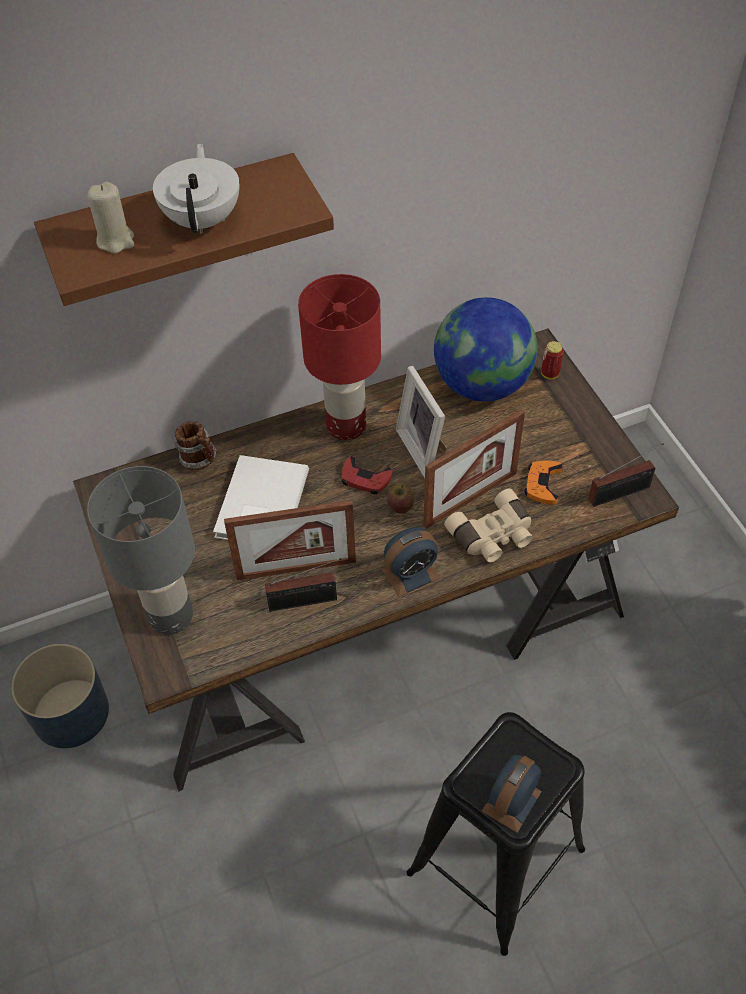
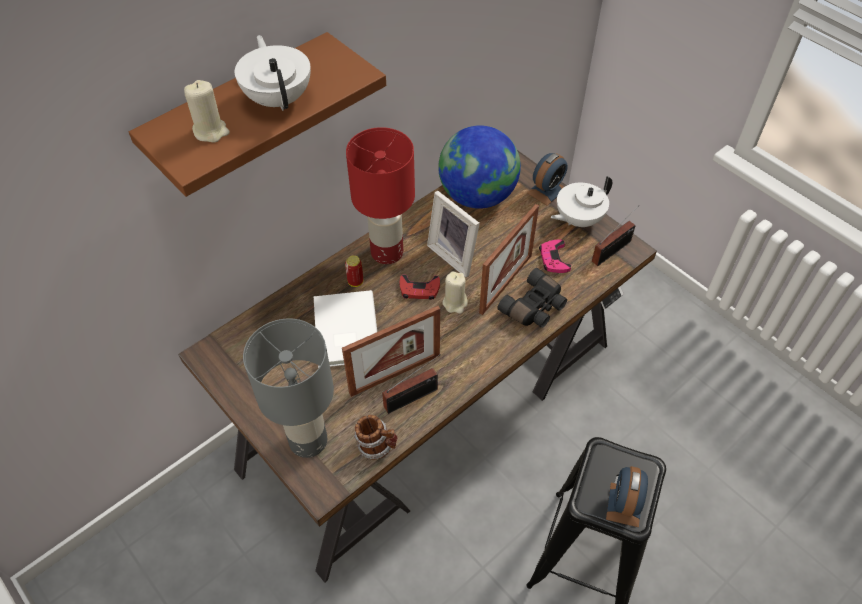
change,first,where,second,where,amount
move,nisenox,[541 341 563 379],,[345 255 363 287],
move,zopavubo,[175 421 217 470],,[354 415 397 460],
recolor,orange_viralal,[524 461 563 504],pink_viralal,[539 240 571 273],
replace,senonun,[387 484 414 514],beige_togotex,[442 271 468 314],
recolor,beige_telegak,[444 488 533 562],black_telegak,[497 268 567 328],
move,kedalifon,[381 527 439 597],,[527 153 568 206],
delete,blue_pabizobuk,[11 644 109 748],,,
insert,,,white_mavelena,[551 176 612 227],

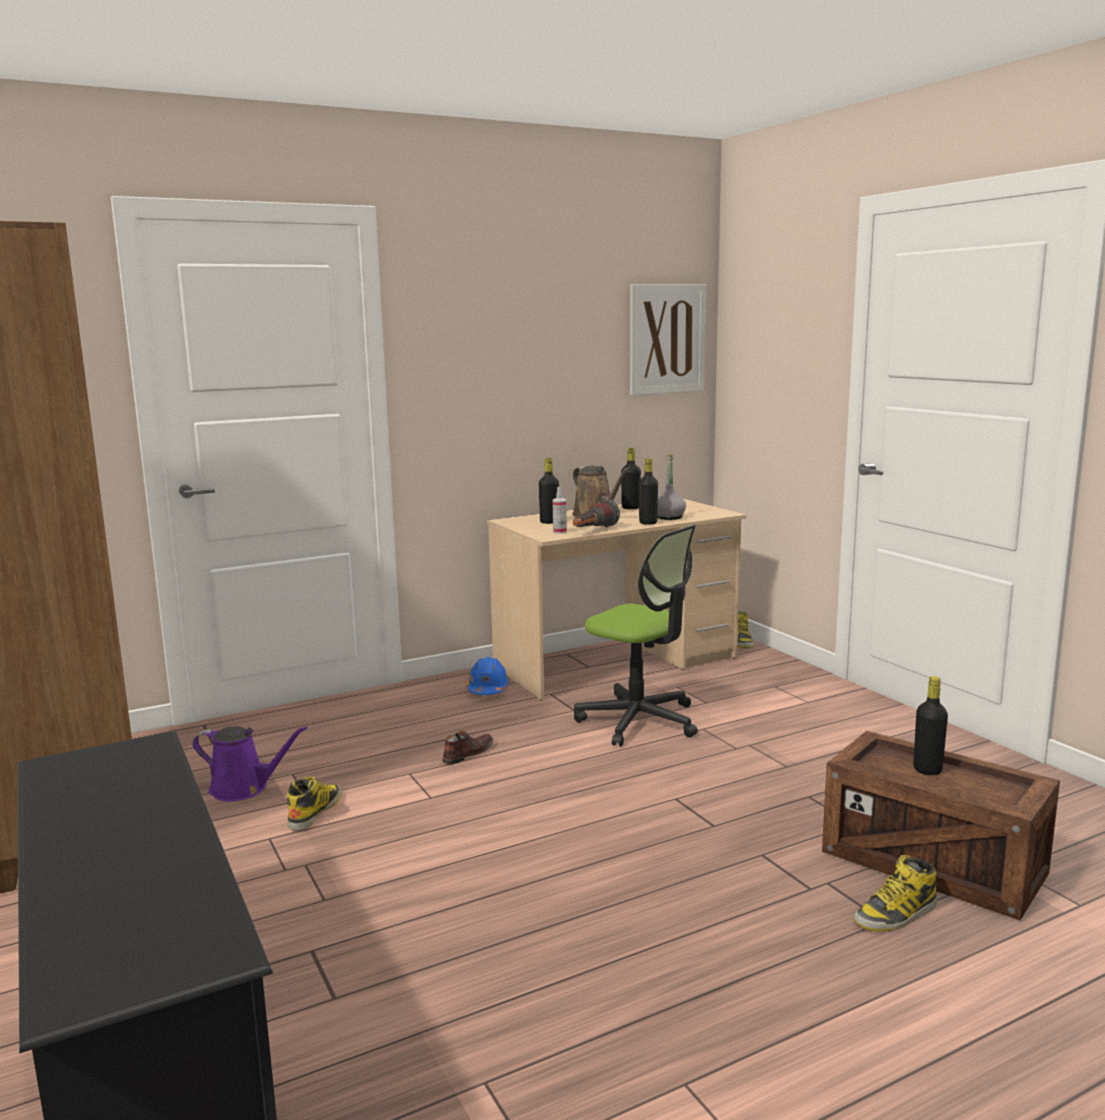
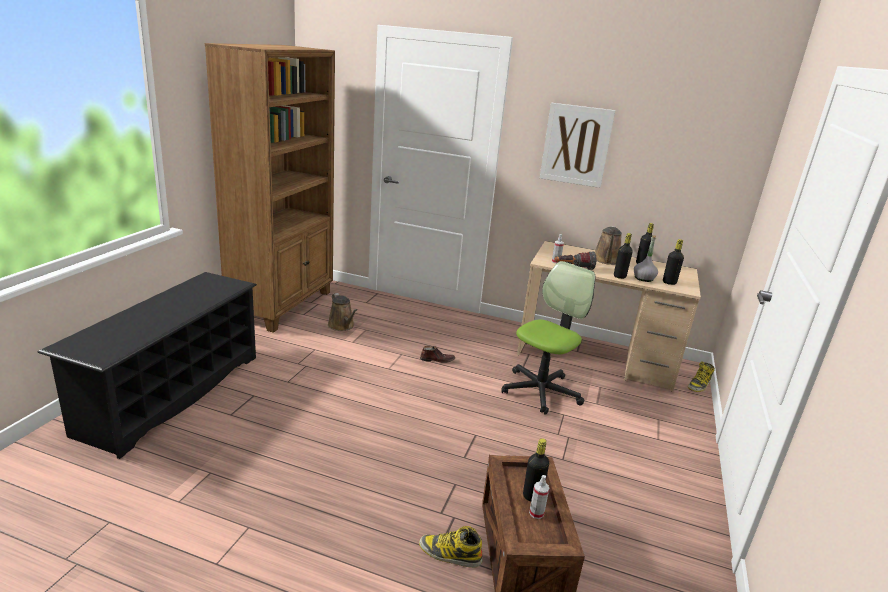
change,first,where,second,where,amount
move,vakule,[630 284 706 395],,[540 103 615 188],
move,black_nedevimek,[539 458 559 524],,[663 239 684 285],
rotate,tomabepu,[574 525 698 747],,[501 261 595 415],135 degrees counterclockwise
delete,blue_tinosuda,[466 657 509 695],,,
recolor,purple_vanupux,[192 726 307 801],brown_vanupux,[328 293 358 331],
delete,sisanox,[287 777 342 831],,,
insert,,,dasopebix,[529 475 549 519],

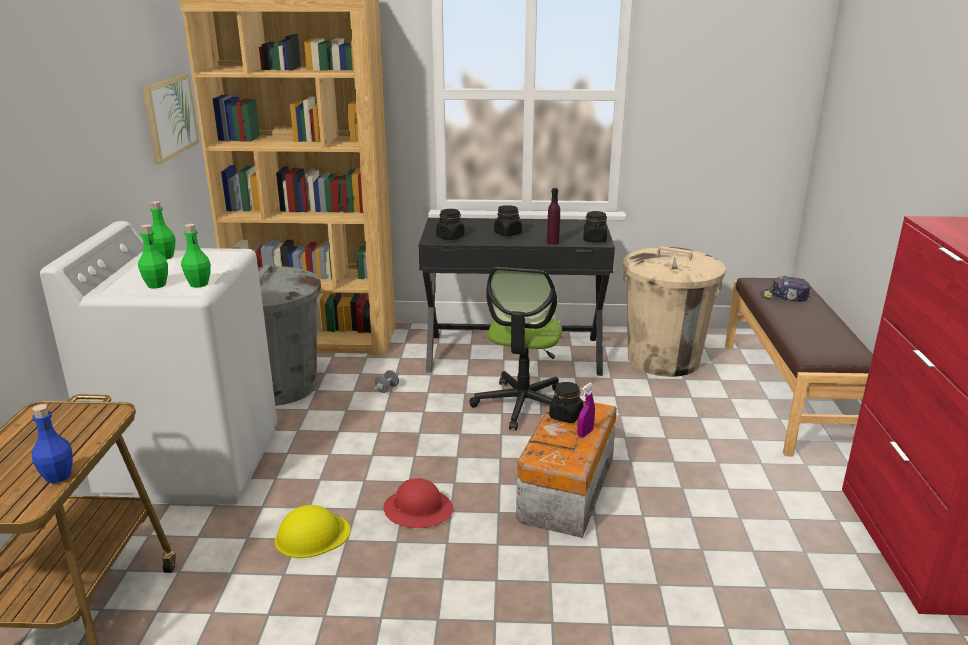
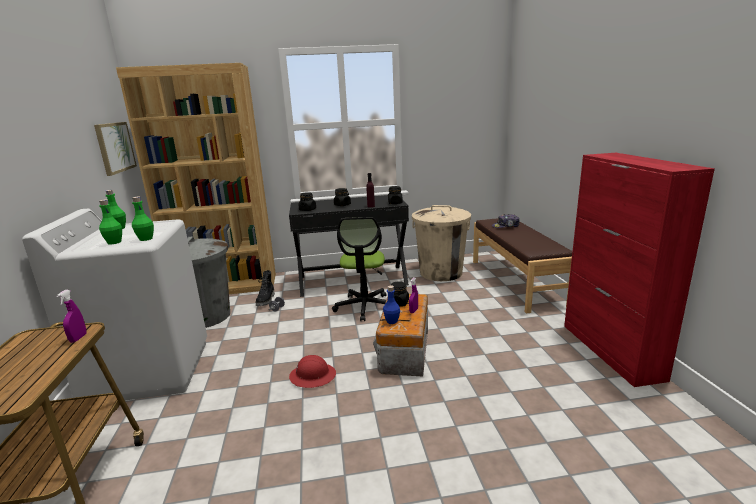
change,first,where,second,where,amount
move,blue_nedevimek,[32 404 73 483],,[383 286 400 324],
delete,yellow_tinosuda,[275 505 350 558],,,
insert,,,black_sisanox,[256 270 275 306],
insert,,,purple_dasopebix,[56 290 87 343],

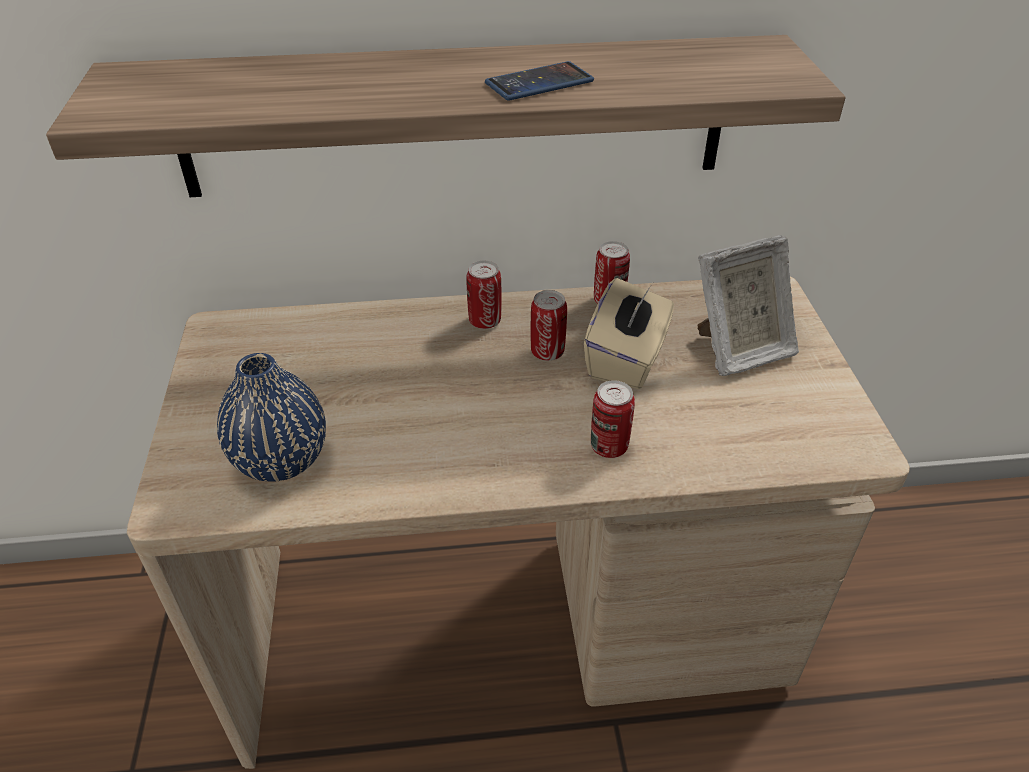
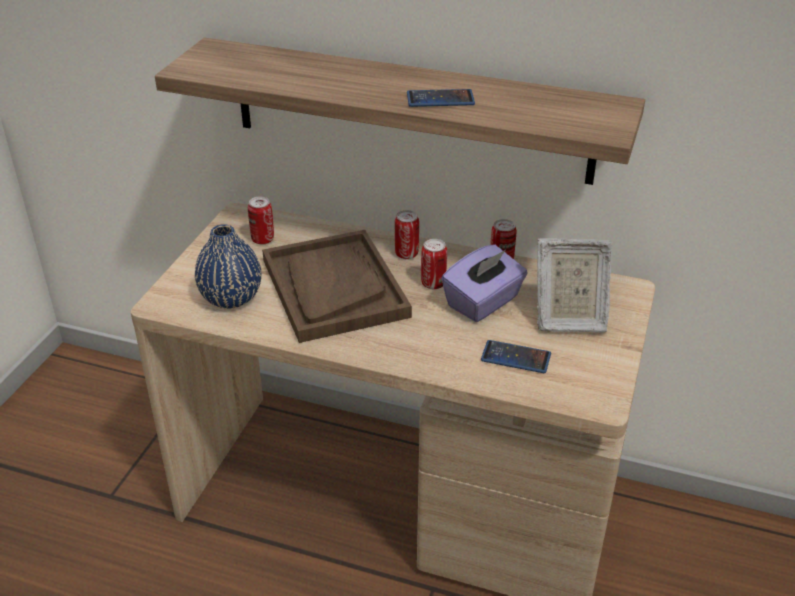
change,first,where,second,where,amount
recolor,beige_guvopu,[584 278 674 389],purple_guvopu,[442 244 528 322],
move,nisenox,[591 380 635 458],,[248 196 274 245],
insert,,,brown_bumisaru,[262 230 412 343],
insert,,,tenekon,[481 340 551 373],

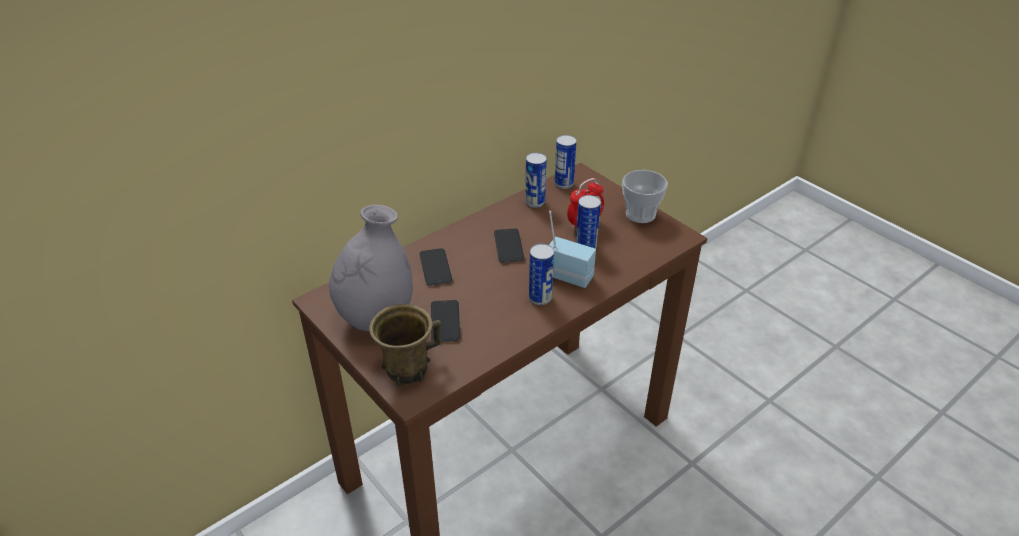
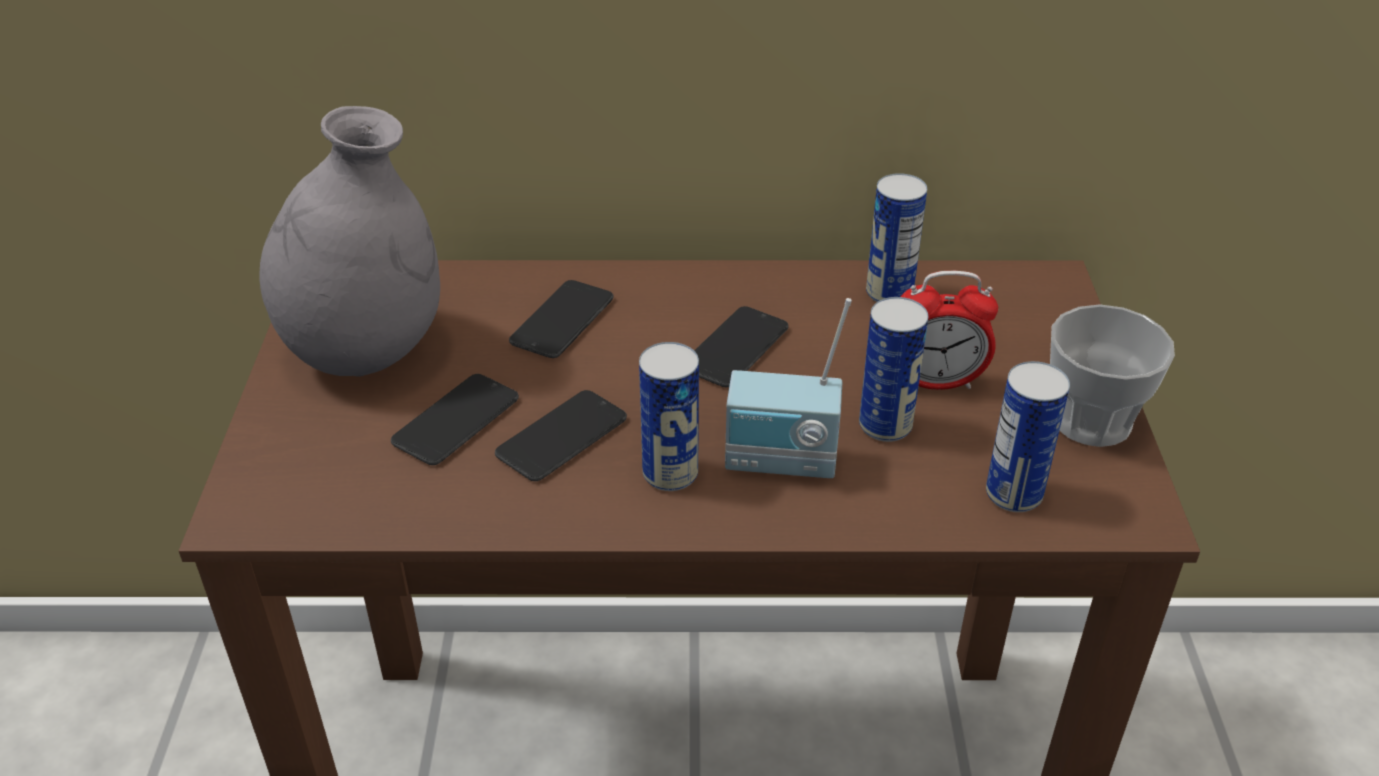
change,first,where,second,where,amount
move,nisenox,[555 135 576 189],,[986 361 1070 512],
rotate,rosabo,[549 211 596 288],,[725 298 852 478],120 degrees clockwise
delete,brown_zopavubo,[369 304 441 387],,,
insert,,,tenekon,[495 390 627 481],

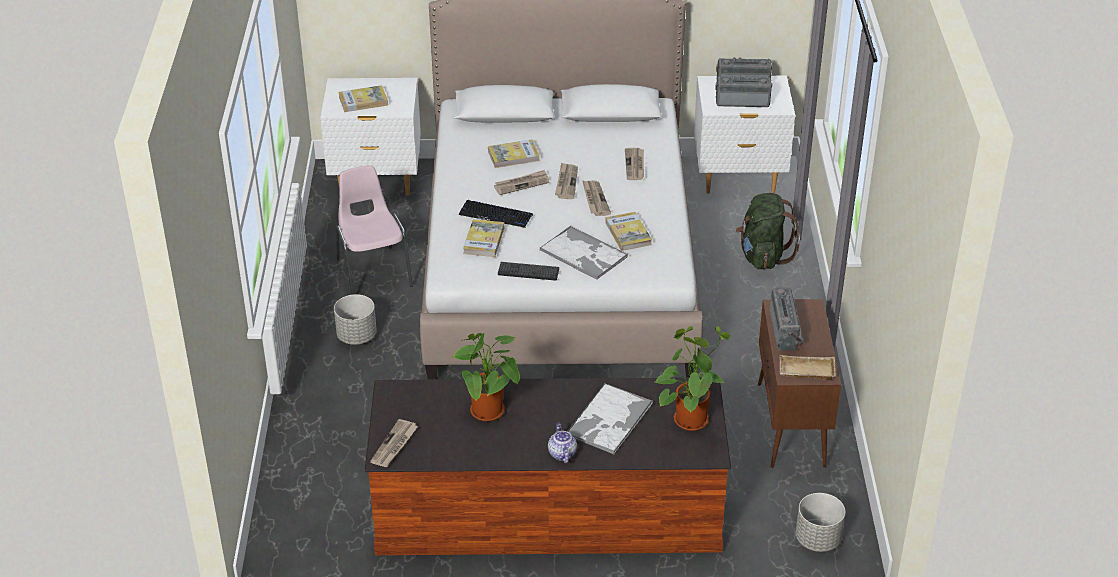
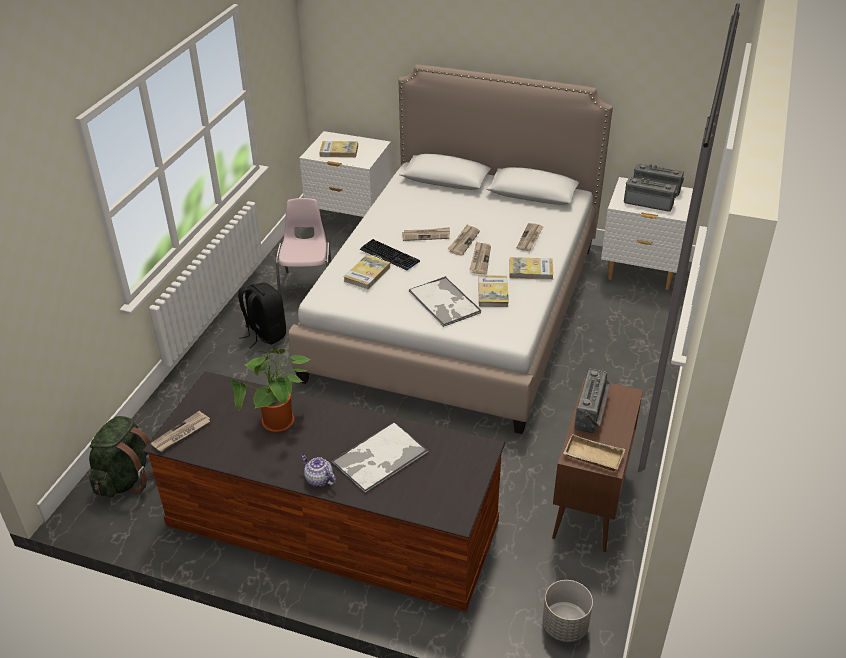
change,first,where,second,where,amount
move,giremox,[488 139 540 168],,[509 257 554 280],
move,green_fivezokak,[736 193 800 270],,[89 416 154 497],
delete,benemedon,[498 262 559 281],,,
replace,grey_pabizobuk,[334 294 377 345],black_fivezokak,[238 282 286 348],
delete,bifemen,[655 326 731 431],,,
rotate,mavelena,[548 423 577 463],,[300 454 336 487],60 degrees counterclockwise

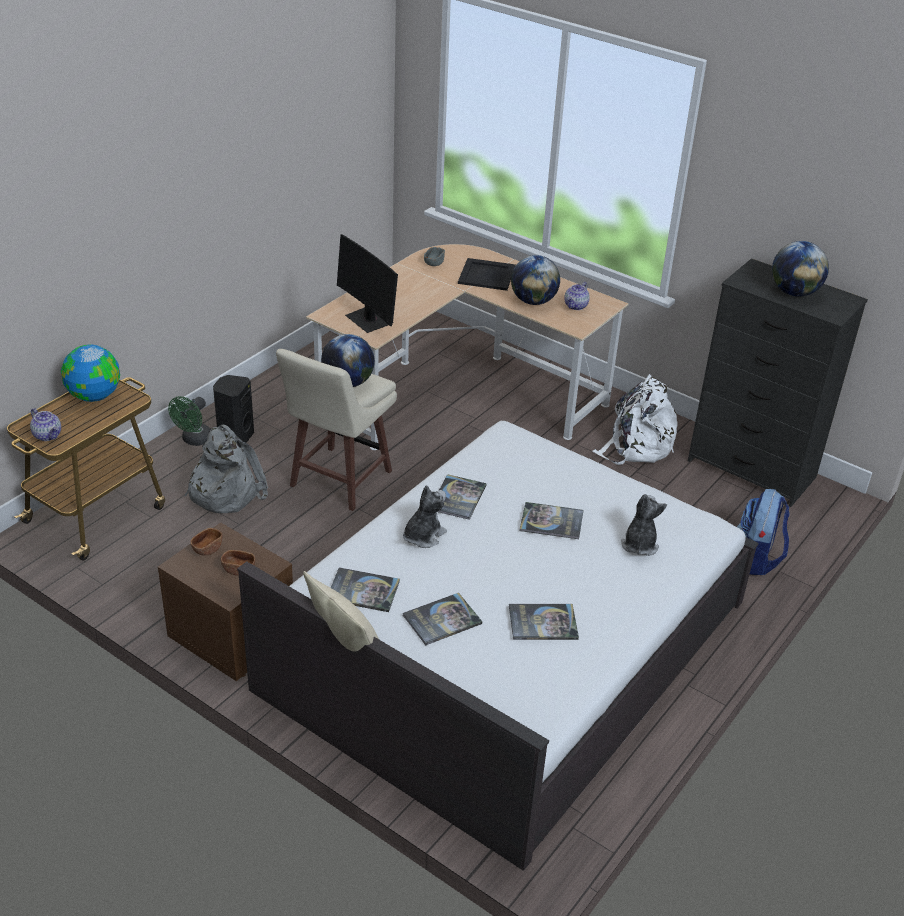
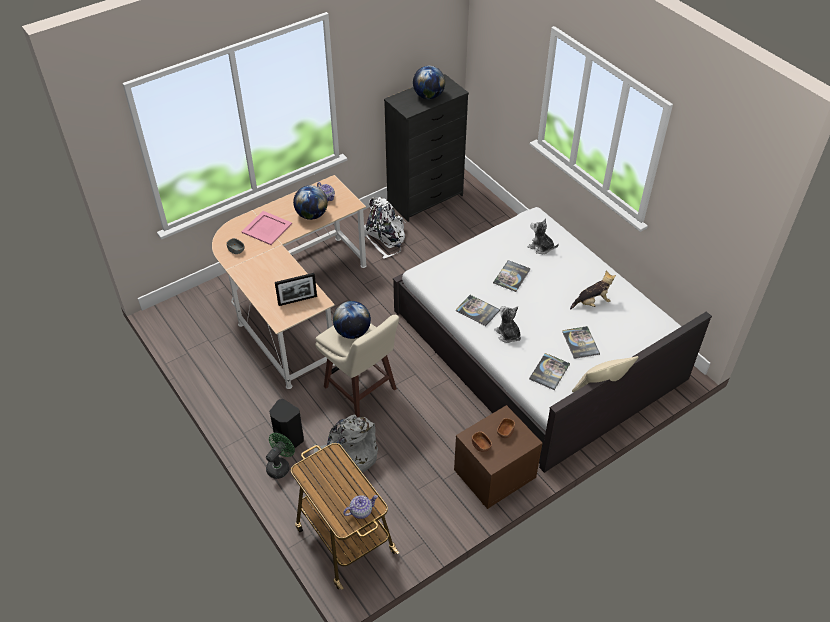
change,first,where,second,where,amount
replace,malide,[337 234 398 333],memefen,[275 273 317 306],
recolor,black_bumisaru,[458 258 516 291],pink_bumisaru,[241 211 292 245],
delete,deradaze,[61 345 120 402],,,
rotate,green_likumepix,[168 396 211 446],,[266 433 295 479],105 degrees counterclockwise
delete,fivezokak,[737 489 790 575],,,
replace,giremox,[509 604 579 640],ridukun,[570 270 616 309],

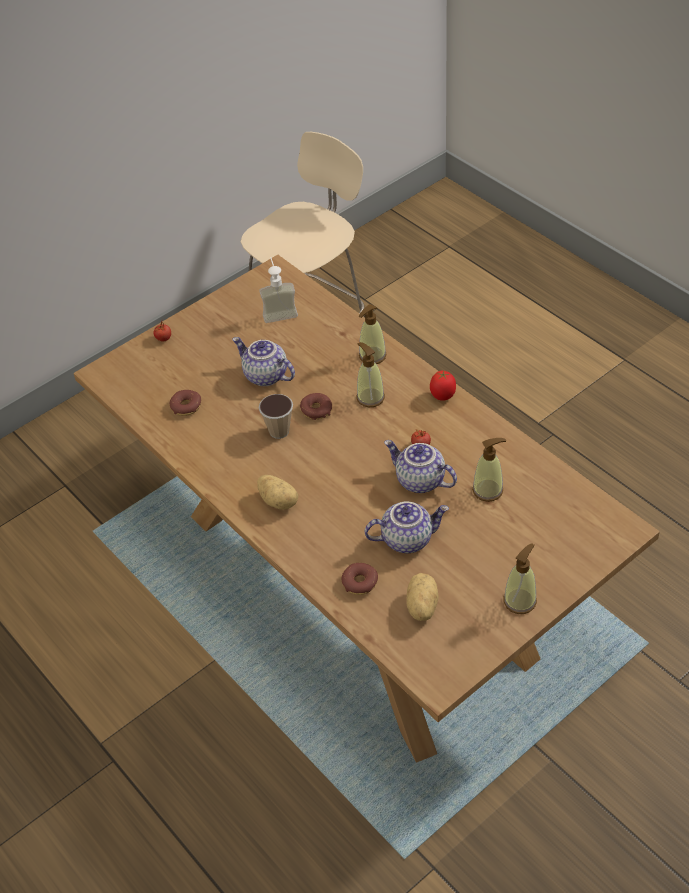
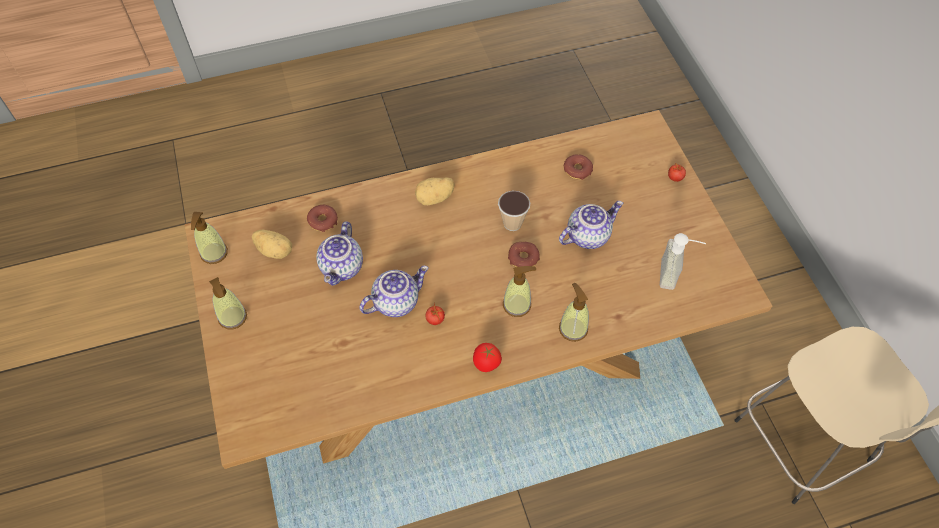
change,first,where,second,where,amount
move,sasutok,[472 438 506 502],,[191 212 228 264],

